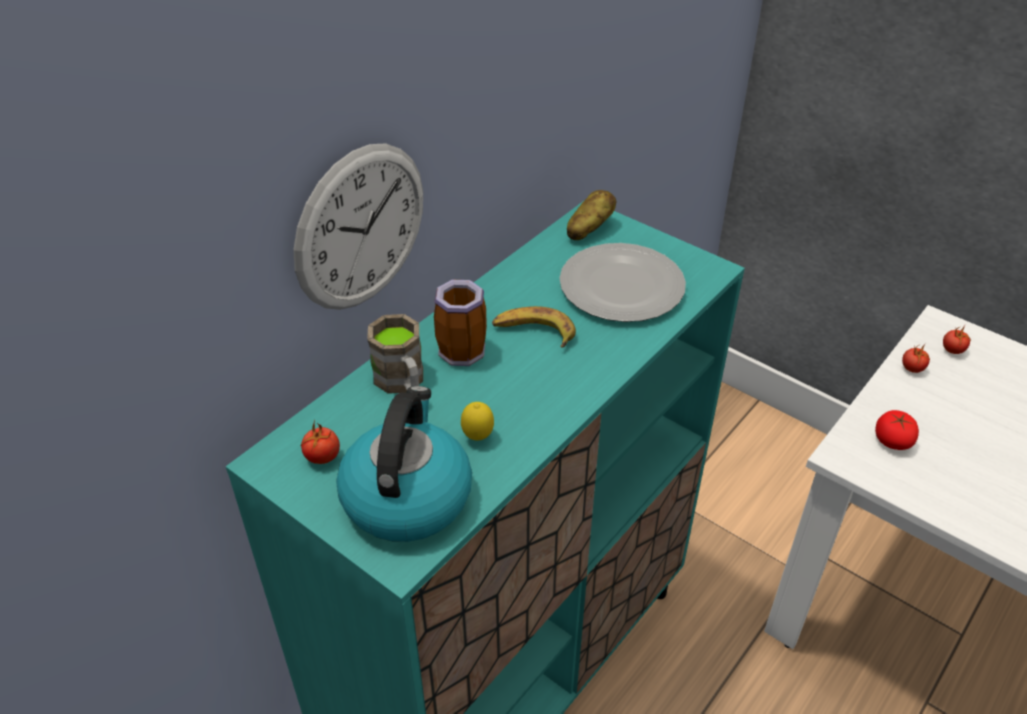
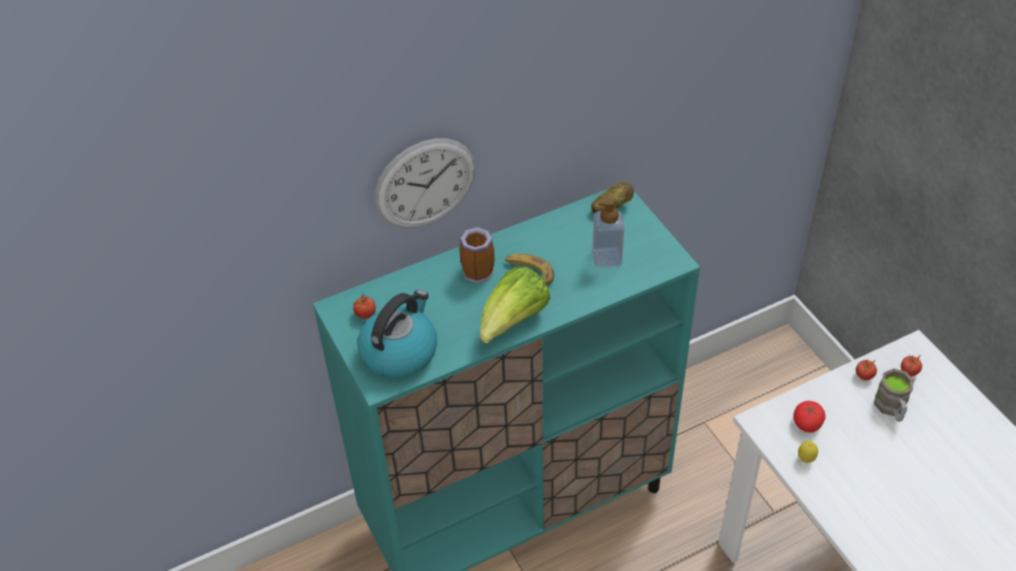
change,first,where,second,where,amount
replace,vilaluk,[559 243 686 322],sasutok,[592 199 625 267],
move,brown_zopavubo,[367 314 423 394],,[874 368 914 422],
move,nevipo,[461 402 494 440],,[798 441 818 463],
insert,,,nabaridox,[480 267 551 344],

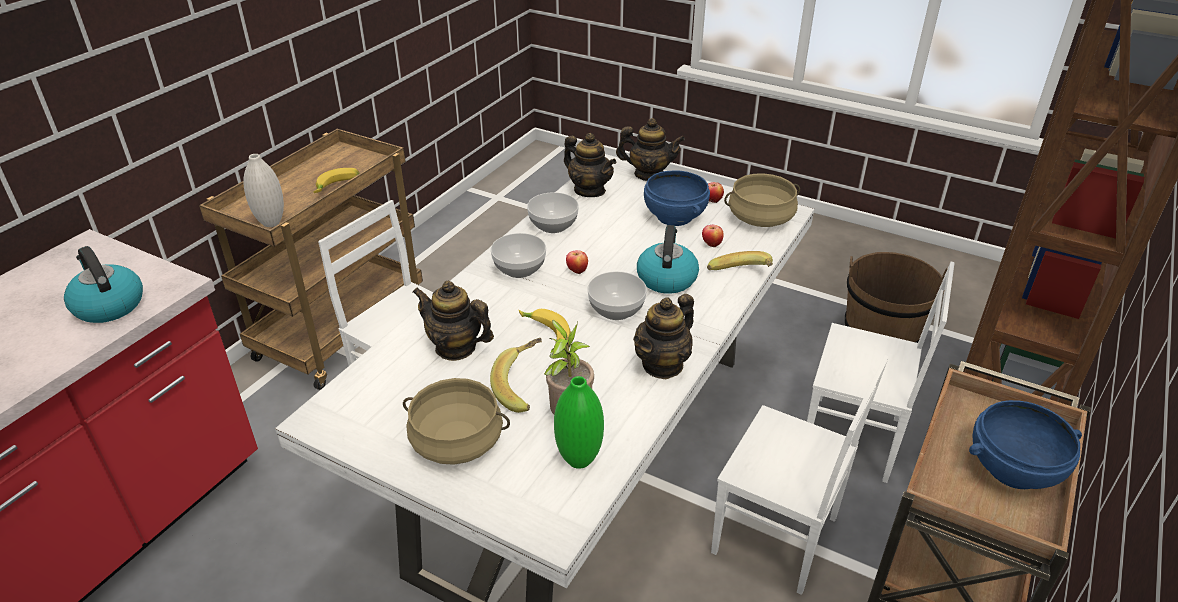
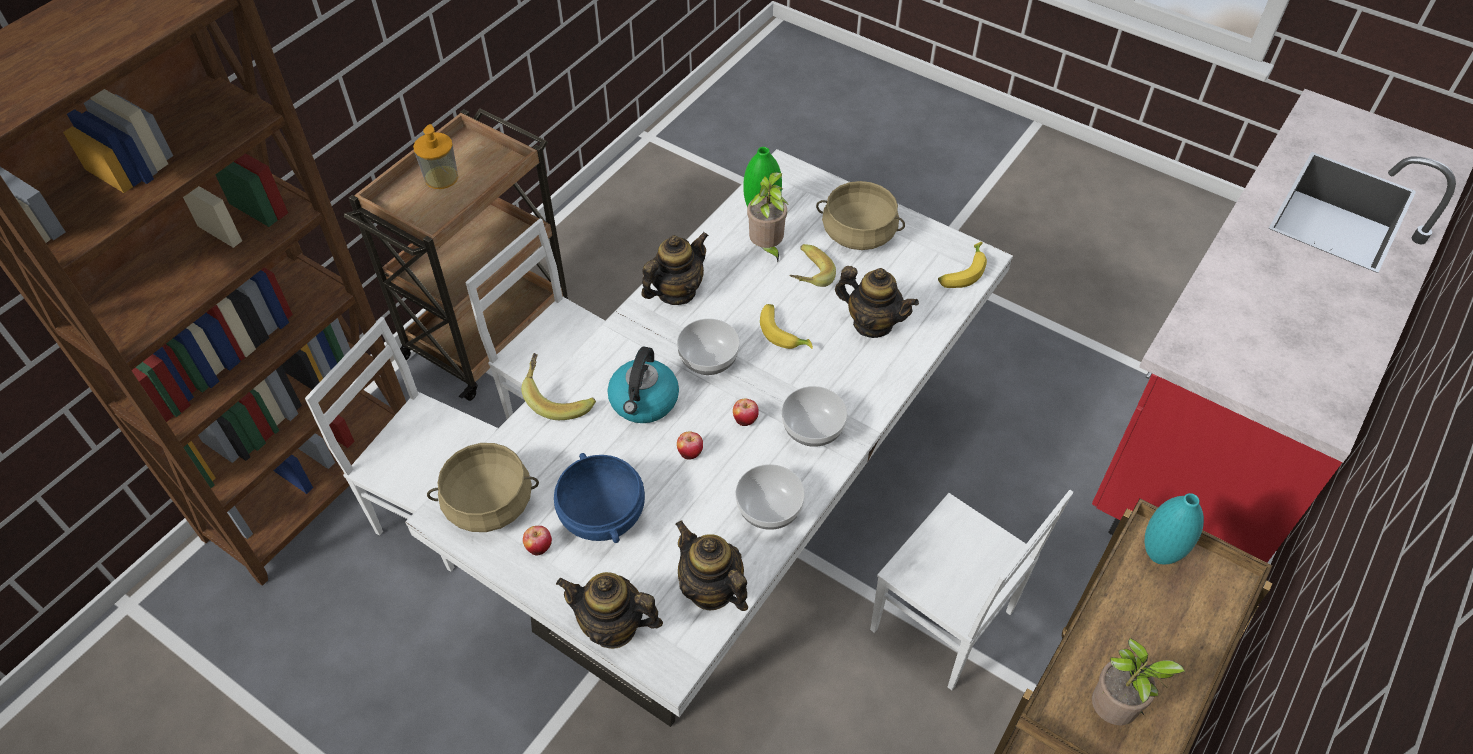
change,first,where,second,where,amount
recolor,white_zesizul,[243 154 284 227],turquoise_zesizul,[1145 493 1204 564],
move,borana,[313 168 360 193],,[938 242 987 288],
move,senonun,[702 225 724 248],,[677 431 703 460],
delete,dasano,[64 246 143 323],,,
delete,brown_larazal,[845 252 948 343],,,
replace,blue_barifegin,[969 400 1082 489],sasutok,[413 124 458 189],
insert,,,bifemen,[1092 638 1185 725],

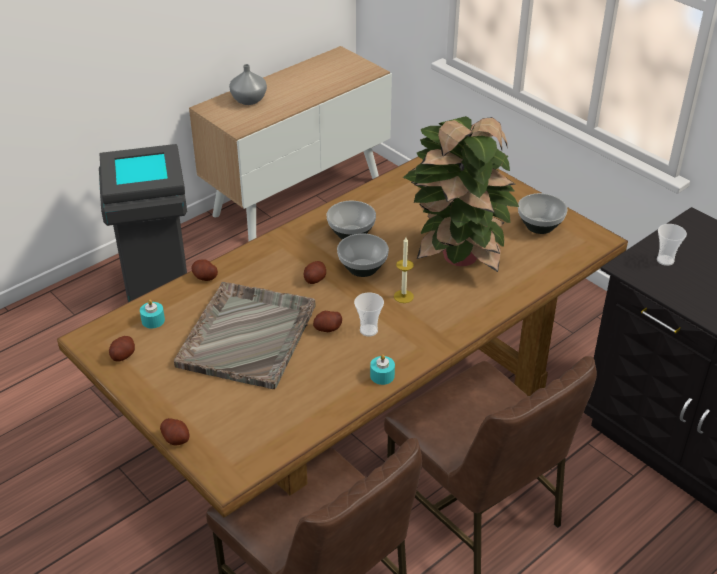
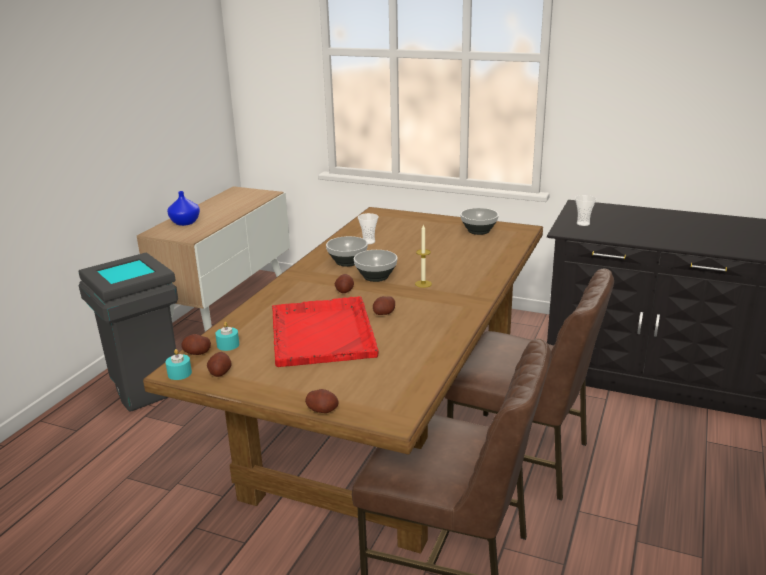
change,first,where,second,where,amount
recolor,grey_zesizul,[229 64 267 105],blue_zesizul,[167 191 200 226],
delete,bifemen,[403 116 519 272],,,
move,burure,[191 259 218 281],,[181 334 211 355],
recolor,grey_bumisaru,[174 282 316 389],red_bumisaru,[272 296 379 367],
move,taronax,[354 292 384 337],,[358 213 379 244],
move,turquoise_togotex,[370 354 395 385],,[166 349 192 380],

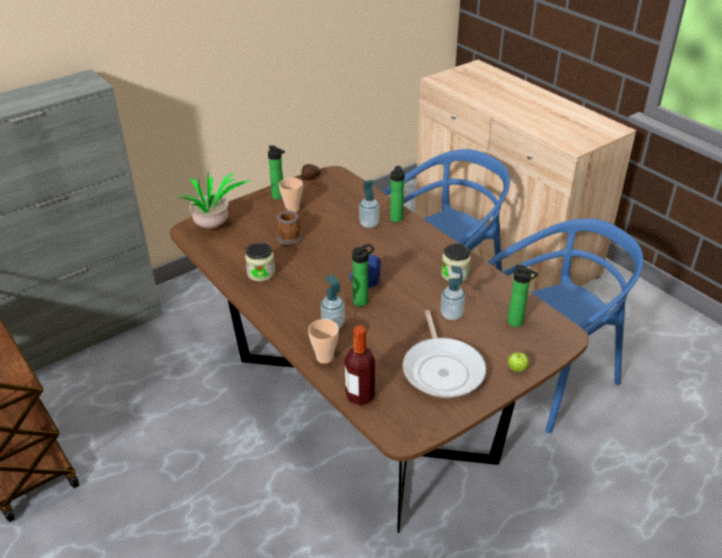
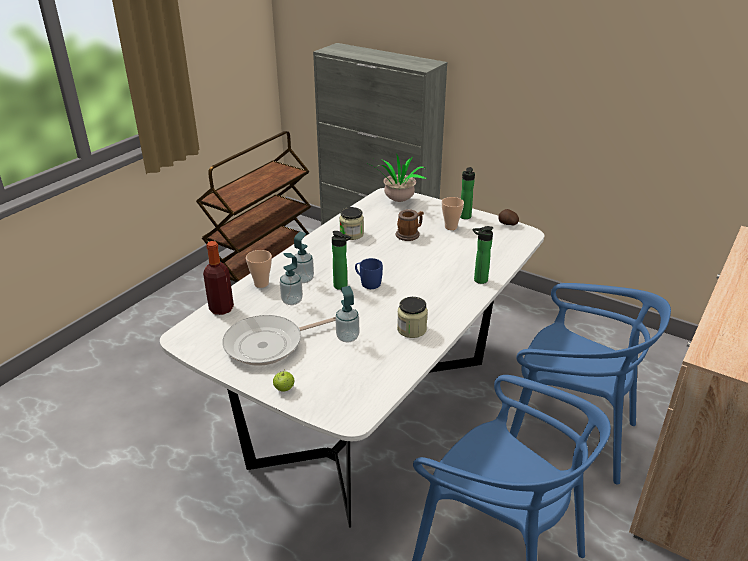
change,first,where,second,where,amount
recolor,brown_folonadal,[170 166 589 533],white_folonadal,[160 188 545 528],
move,sasutok,[359 180 380 228],,[280 253 303 305],
delete,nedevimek,[507 265 538 327],,,

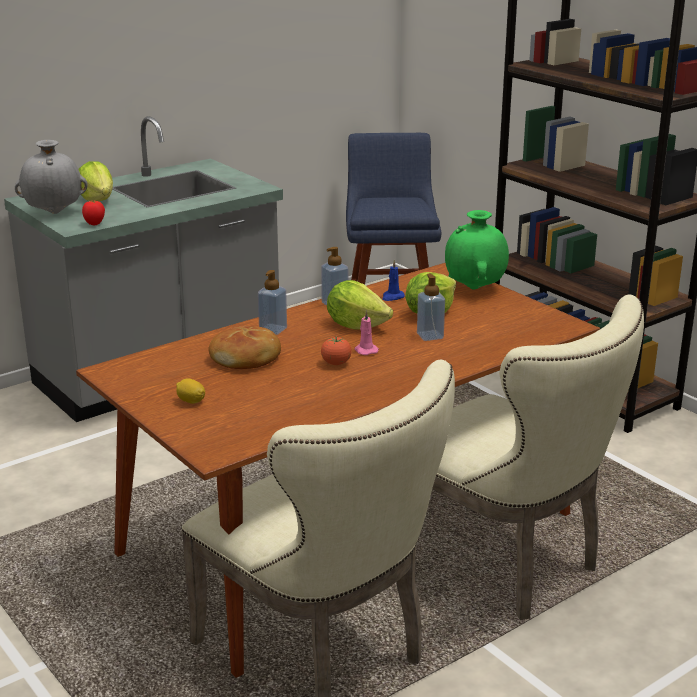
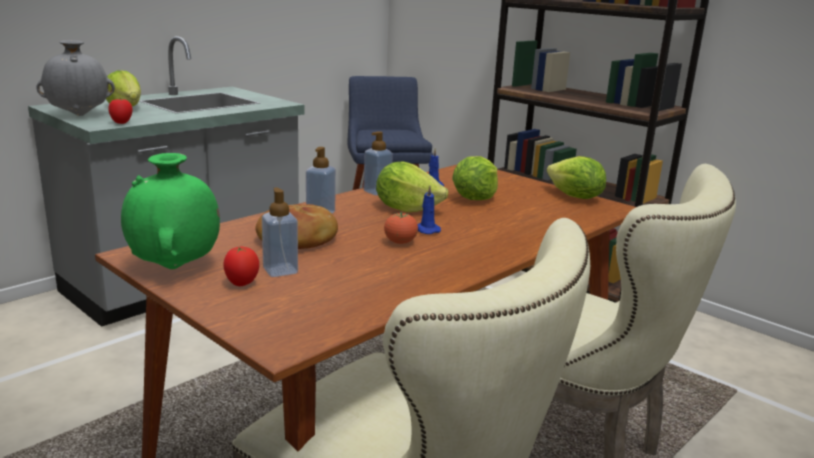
change,first,where,second,where,amount
move,green_zesizul,[445 210 509 290],,[121 153 220 269],
move,sasutok,[417 273 445 341],,[262 187 298 277],
recolor,pink_togotex,[354 310 379 355],blue_togotex,[417 186 441 234],
replace,nevipo,[176 378 205 404],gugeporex,[223 247 259 286],
insert,,,nabaridox,[547 156 606 199],

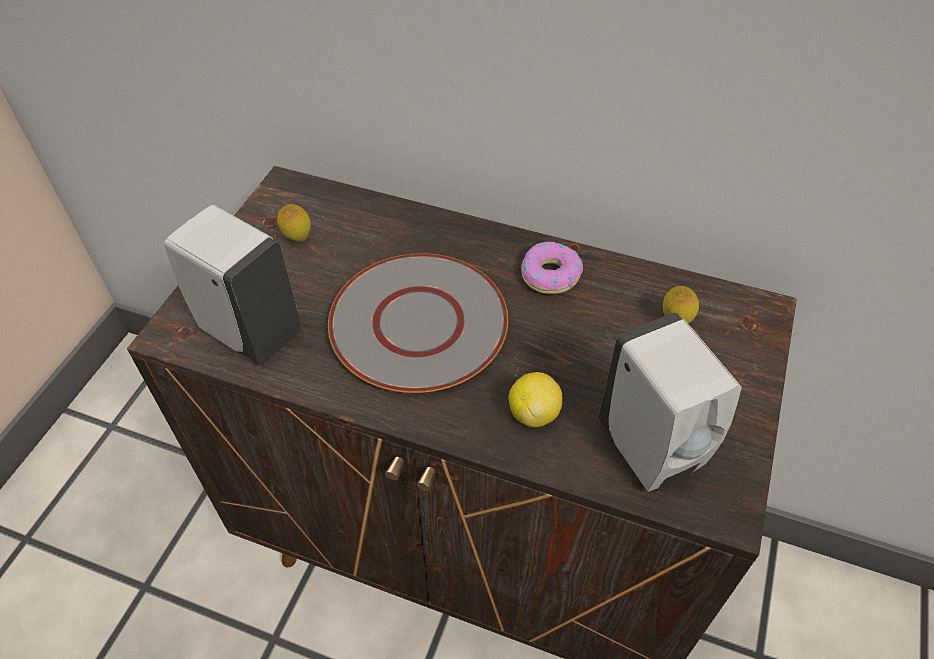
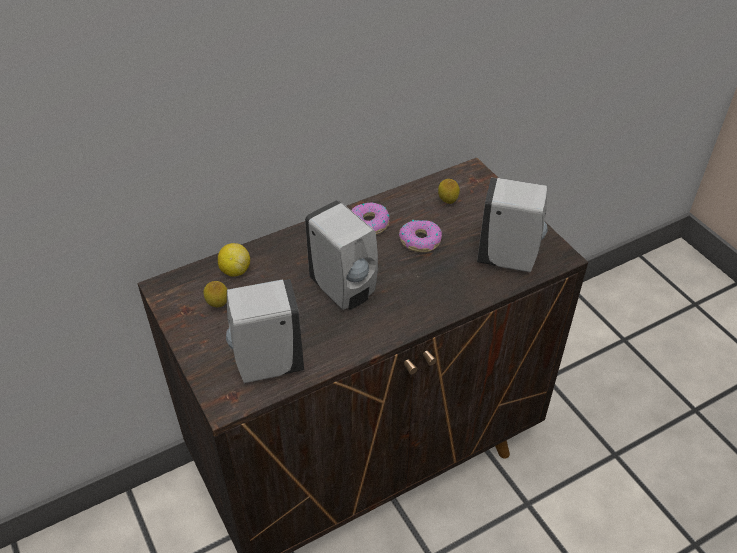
change,first,where,second,where,amount
replace,grey_vilaluk,[328 253 508 393],white_sasutok,[305 200 378 310],
move,nevipo,[509 372 563 427],,[218 243 250 277],
insert,,,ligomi,[399 220 442 252],

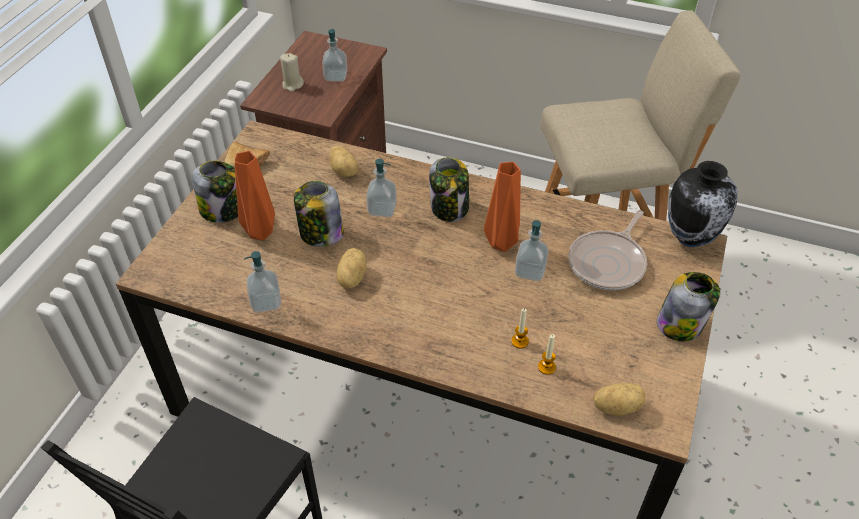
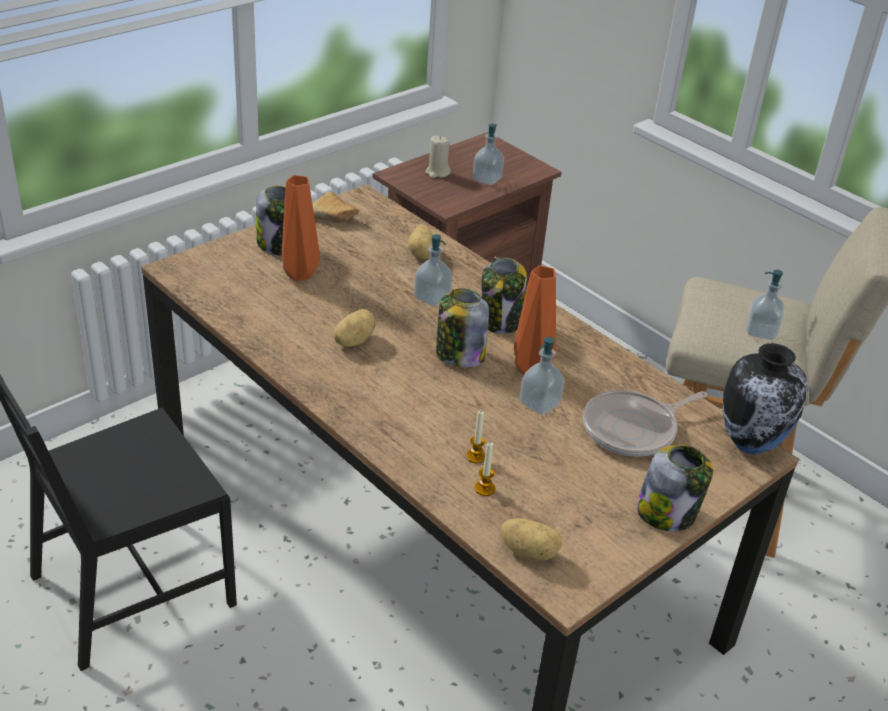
change,first,where,second,where,amount
move,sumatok,[294 181 344 247],,[436 288 489 368],
move,sasutok,[244 251 281 313],,[747 270 784 340],

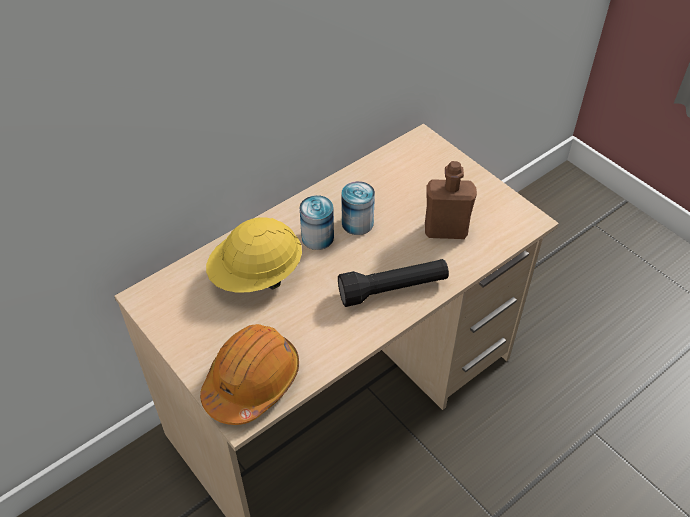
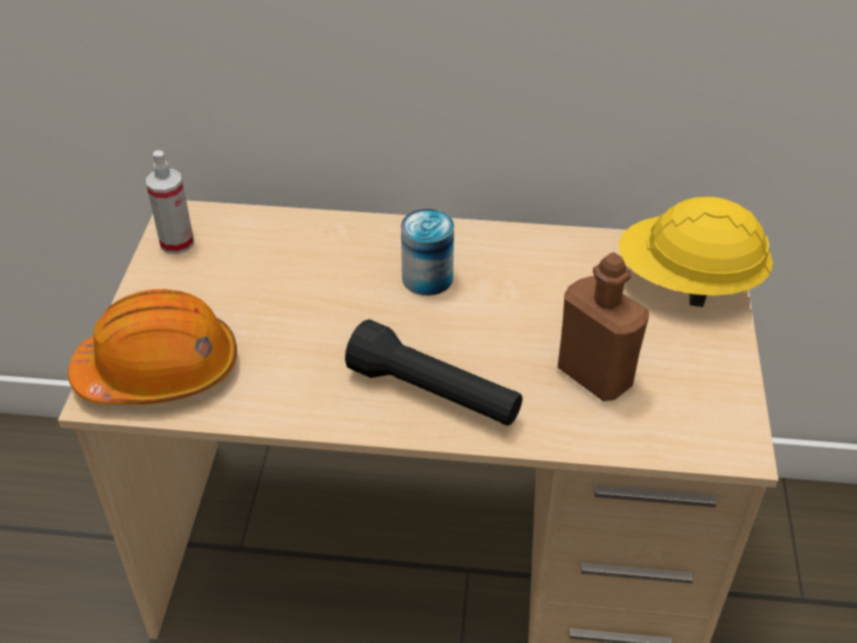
change,first,where,second,where,amount
delete,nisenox,[341 181 375 235],,,
move,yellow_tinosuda,[206 217 302 293],,[618 197 773 307],
insert,,,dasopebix,[146 150 194 254],

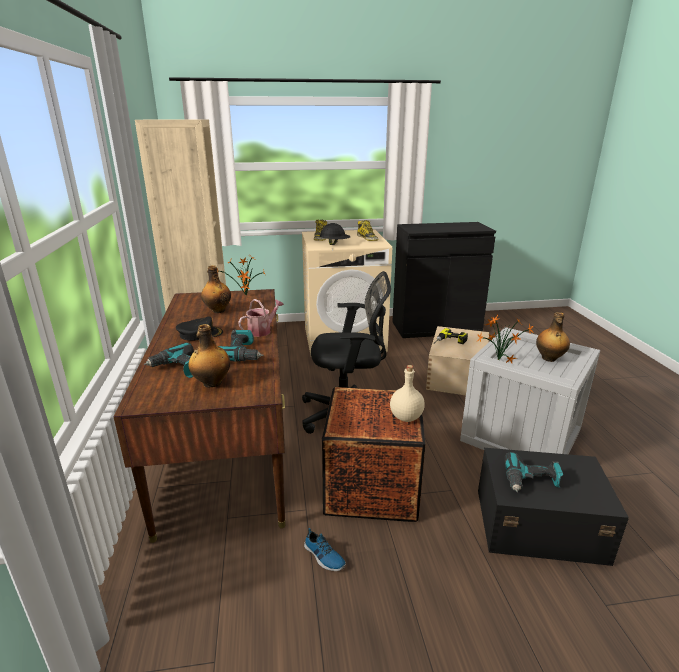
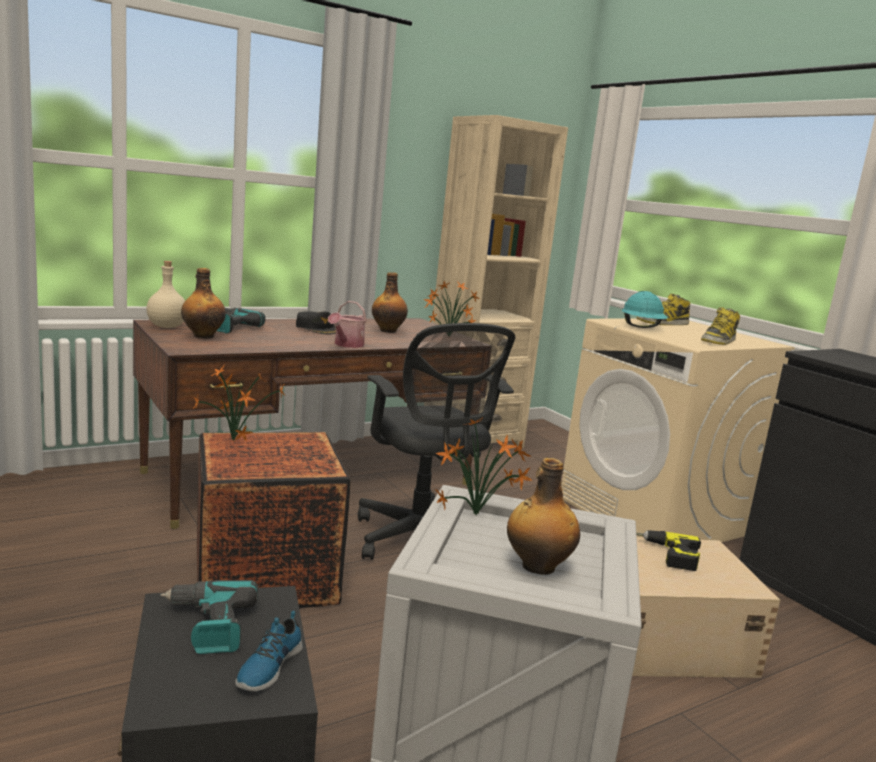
change,first,where,second,where,amount
recolor,black_tinosuda,[320 223 351 245],turquoise_tinosuda,[622 291 668 328],
rotate,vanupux,[238 299 284 337],,[328 301 367 348],90 degrees clockwise
delete,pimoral,[219 329 264 361],,,
move,beige_nedevimek,[390 365 425 422],,[147 261 185 328],
move,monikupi,[304 528 346 571],,[235 611 303 691],
insert,,,bifemen,[193 366 285 442],

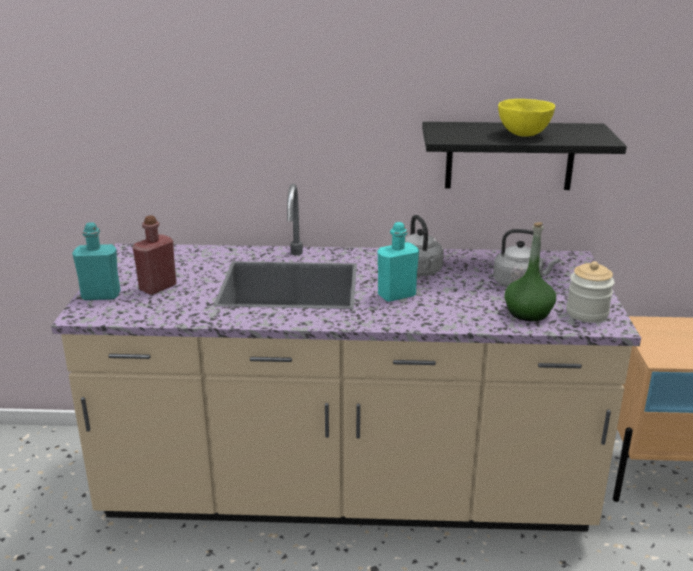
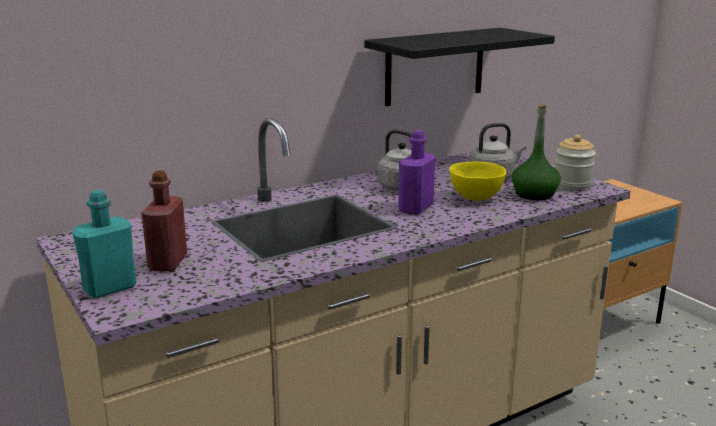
change,first,where,second,where,amount
move,yellow_barifegin,[498 99 555 137],,[450 162 506 201],
recolor,turquoise_nedevimek,[378 222 419 302],purple_nedevimek,[398 130 435 215],

